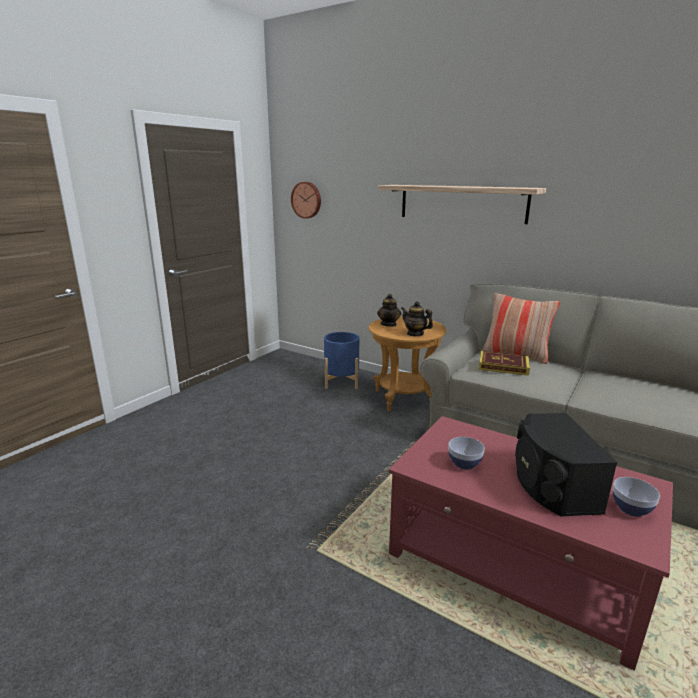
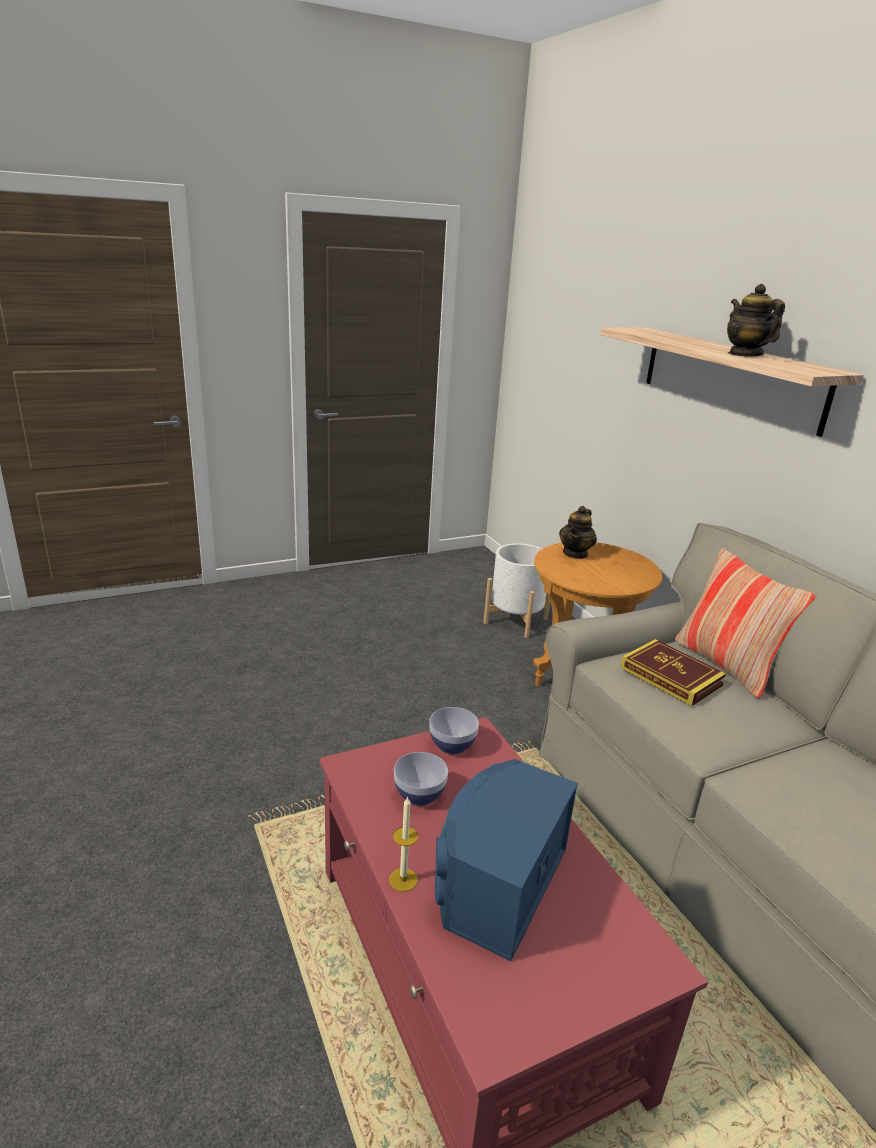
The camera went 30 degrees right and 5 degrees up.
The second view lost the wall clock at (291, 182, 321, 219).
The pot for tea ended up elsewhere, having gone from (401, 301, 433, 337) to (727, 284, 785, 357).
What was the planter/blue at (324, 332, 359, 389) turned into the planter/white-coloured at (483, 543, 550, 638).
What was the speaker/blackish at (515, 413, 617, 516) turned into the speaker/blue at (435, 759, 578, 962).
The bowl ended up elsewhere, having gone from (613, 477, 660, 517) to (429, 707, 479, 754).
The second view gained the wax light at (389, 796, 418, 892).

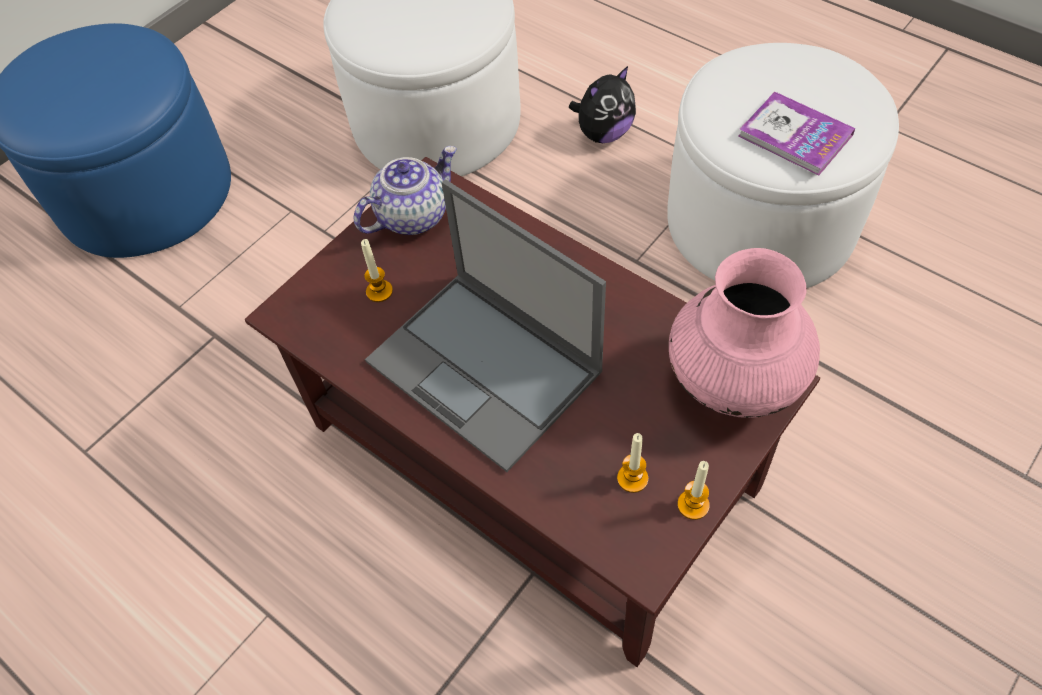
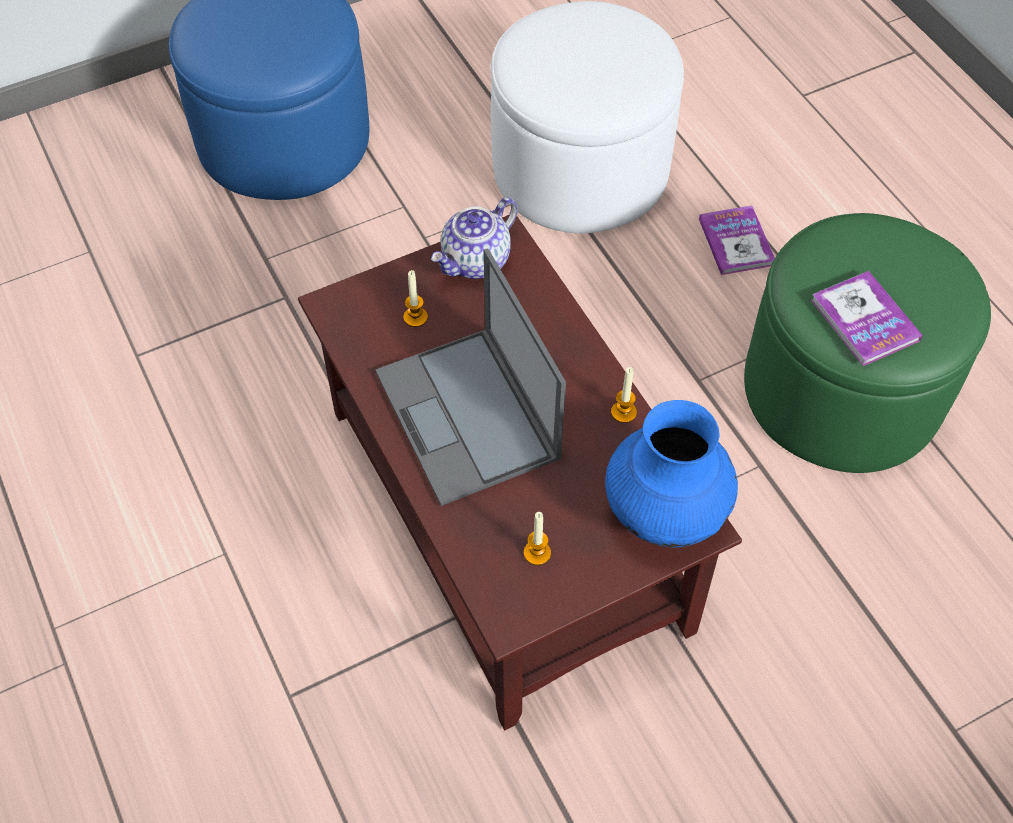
The camera went 20 degrees right and 0 degrees up.
What was the footrest/white-coloured at (667, 43, 899, 288) turned into the footrest/green at (744, 213, 991, 473).
Where the soft toy stood at (569, 66, 636, 143), the volume came to stand at (699, 205, 775, 275).
The pot for tea at (354, 146, 457, 235) ended up facing another way, 150 degrees clockwise from before.
What was the vase/pink-coloured at (669, 248, 820, 418) turned into the vase/blue at (605, 400, 738, 547).
The wax light ended up elsewhere, having gone from (677, 461, 710, 520) to (611, 367, 637, 423).

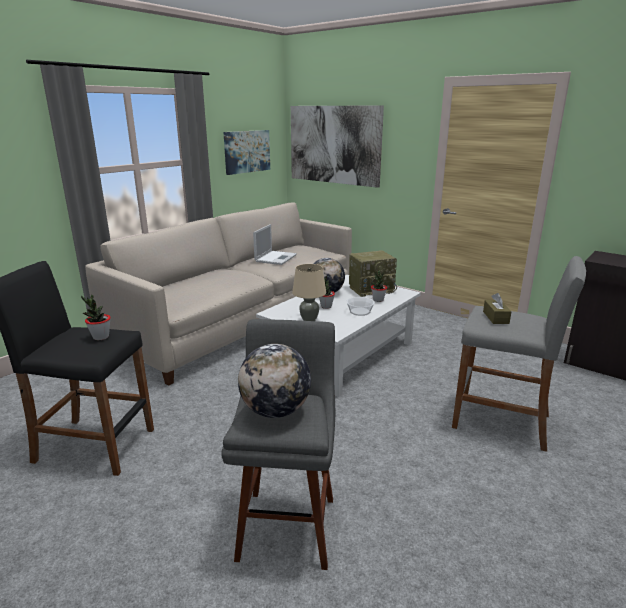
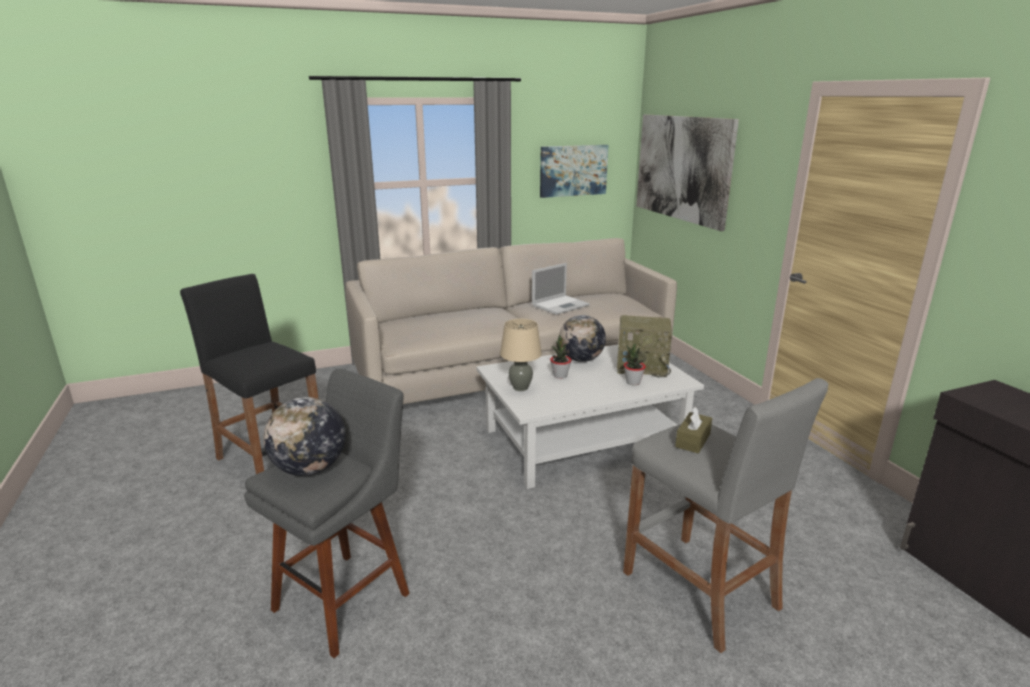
The camera went 30 degrees right and 0 degrees up.
The second view lost the potted plant at (81, 295, 111, 340).
The second view lost the bowl at (346, 297, 375, 316).

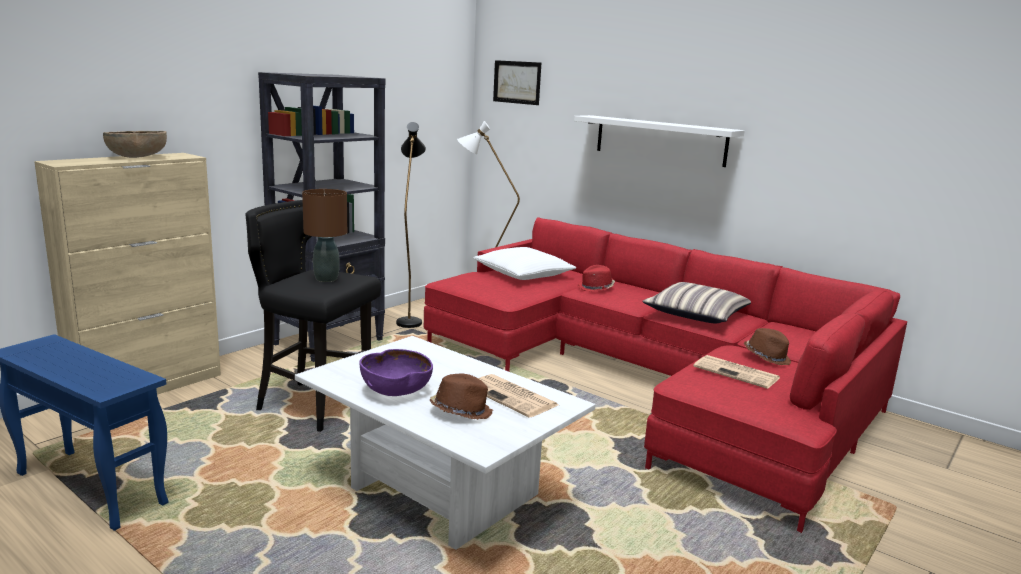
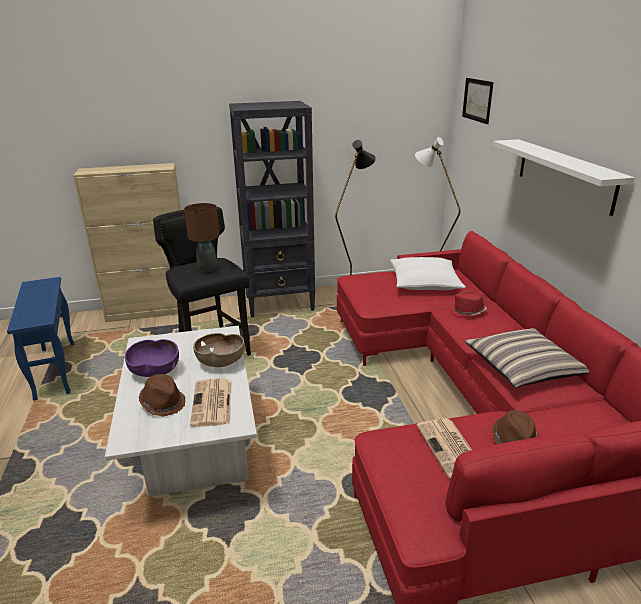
The camera went 40 degrees right and 10 degrees up.
The bowl/brown ended up elsewhere, having gone from (103, 131, 167, 158) to (193, 333, 245, 367).

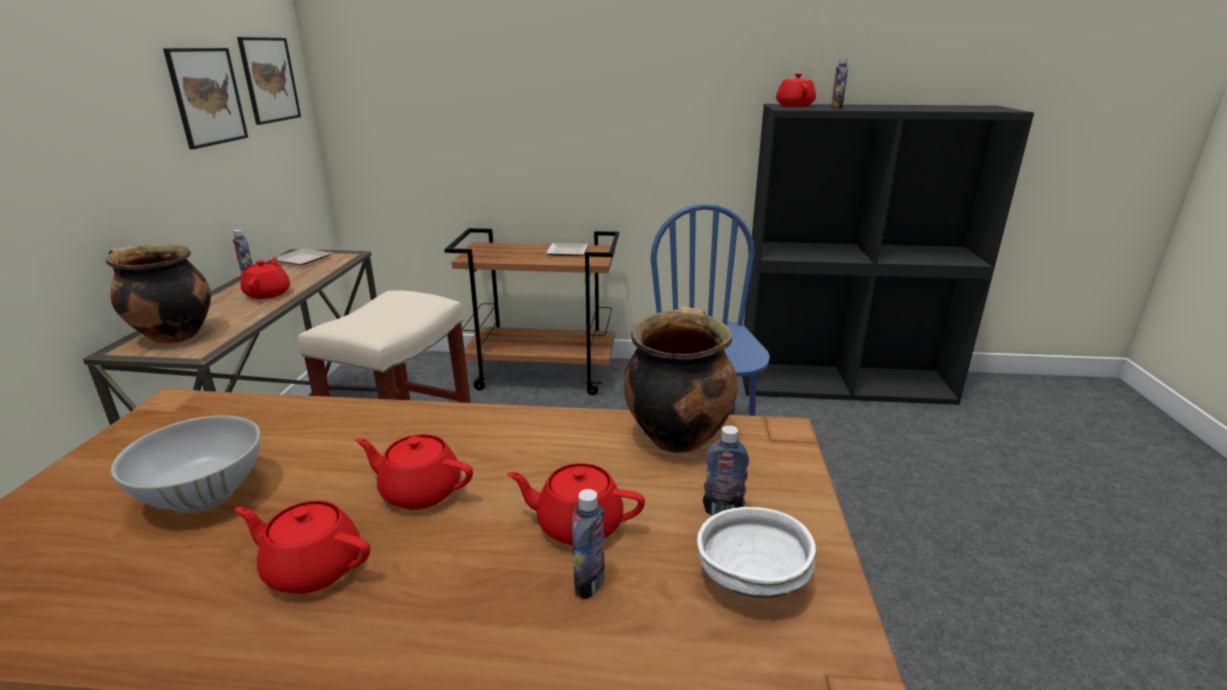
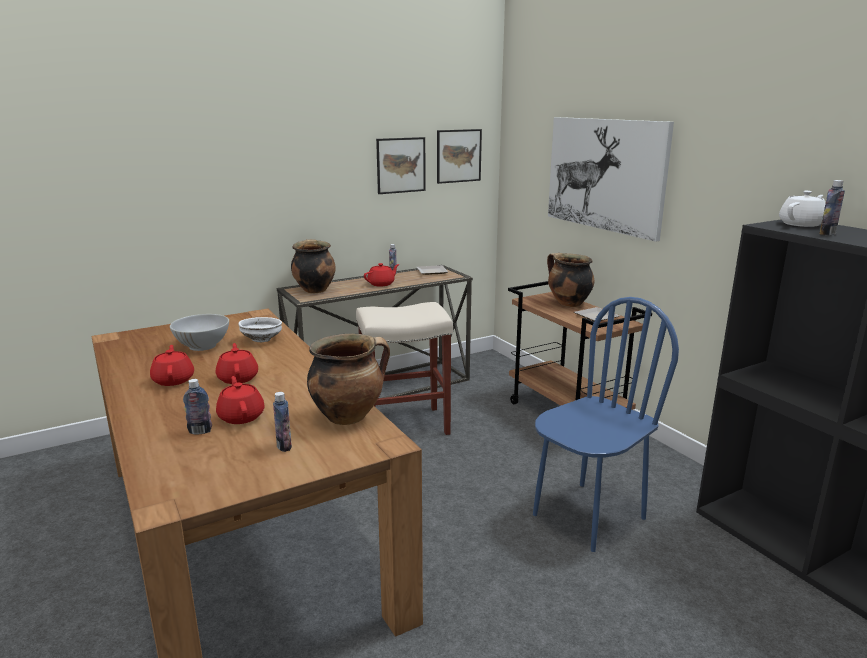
The camera went 55 degrees right and 5 degrees down.
What was the pot for tea/red at (776, 73, 816, 107) turned into the pot for tea/white-coloured at (779, 191, 826, 227).
The bowl/white-coloured ended up elsewhere, having gone from (697, 507, 816, 598) to (239, 317, 282, 342).
The second view gained the wall picture at (548, 117, 674, 242).
The second view gained the stockpot at (547, 253, 594, 307).

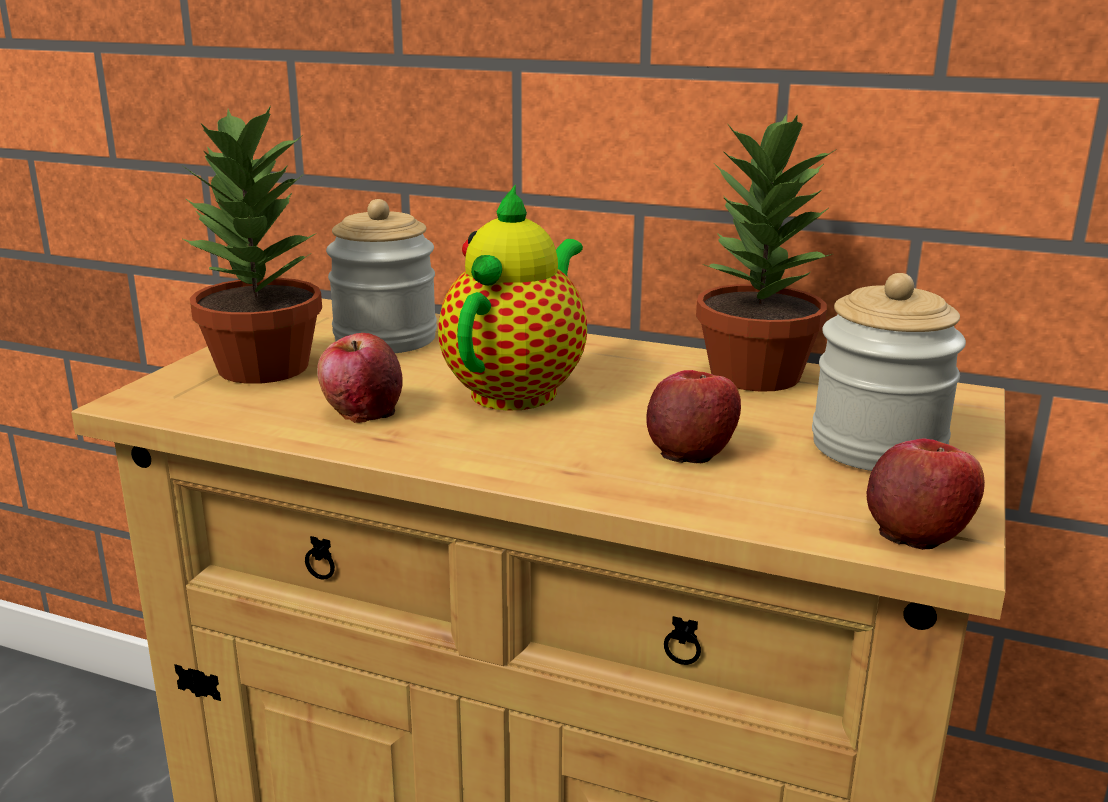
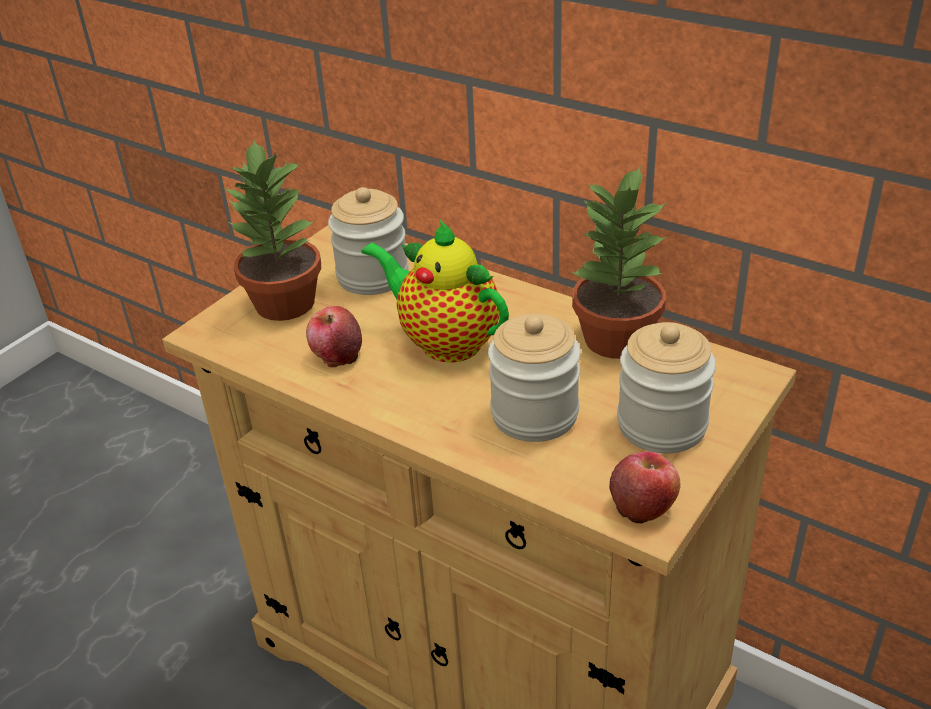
The camera went 15 degrees right and 15 degrees up.
The pot for tea at (438, 184, 587, 411) ended up facing another way, 90 degrees counterclockwise from before.
Where the apple stood at (646, 370, 741, 463), the preserve jar came to stand at (488, 313, 581, 442).

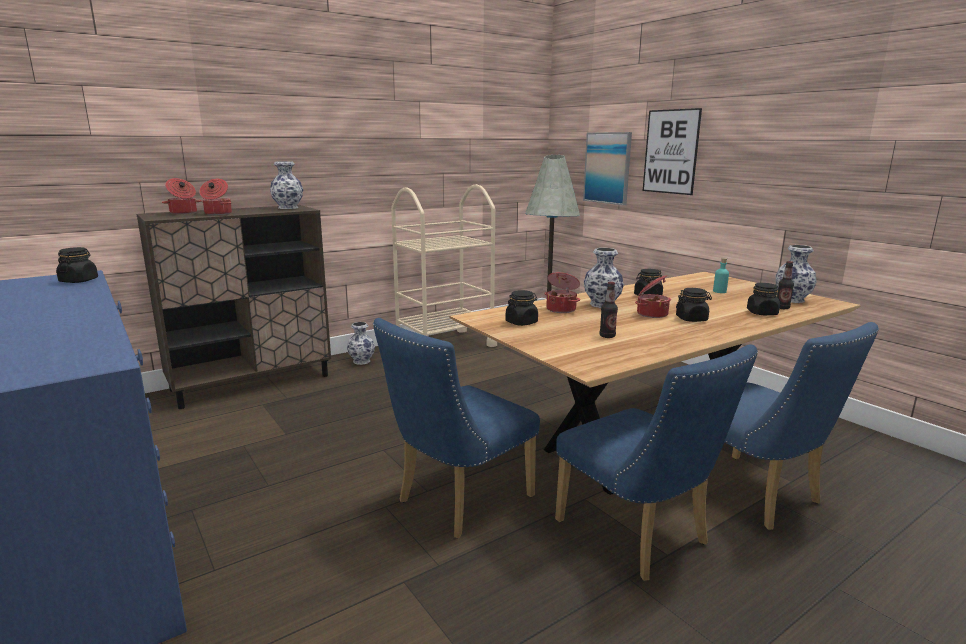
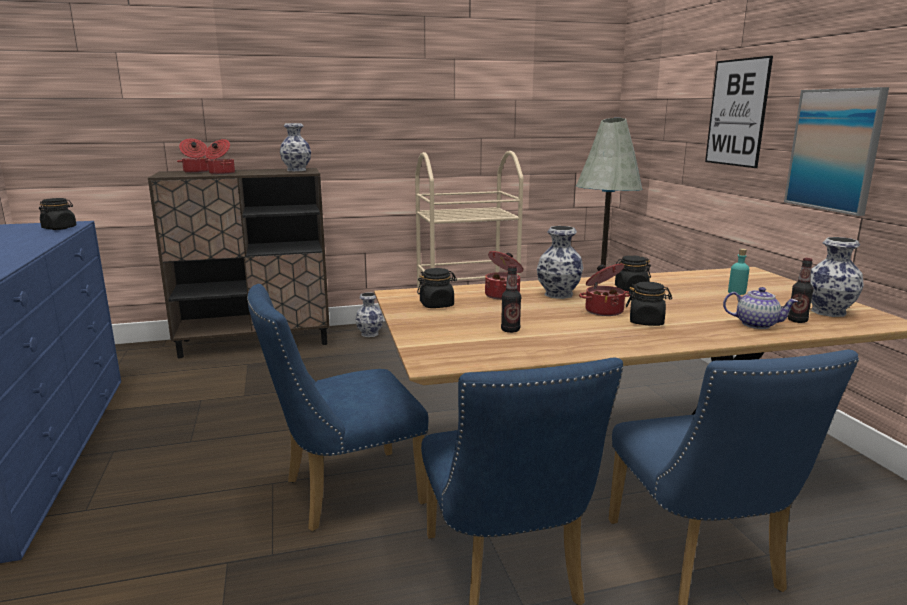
The camera went 20 degrees right and 0 degrees up.
The wall picture ended up elsewhere, having gone from (583, 132, 632, 205) to (784, 87, 889, 216).
Where the preserve jar/blackish stood at (747, 283, 780, 315), the pot for tea came to stand at (723, 287, 798, 329).

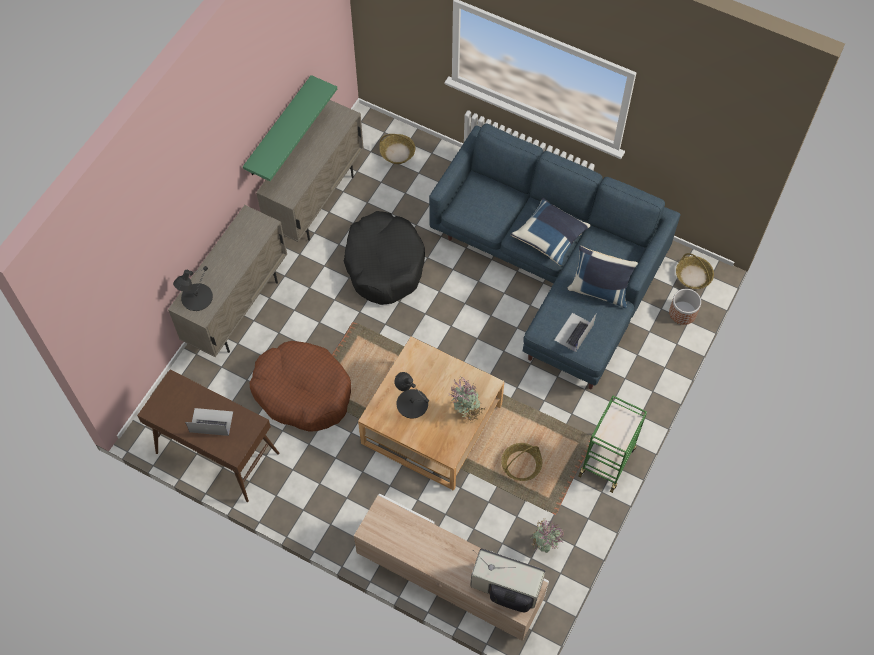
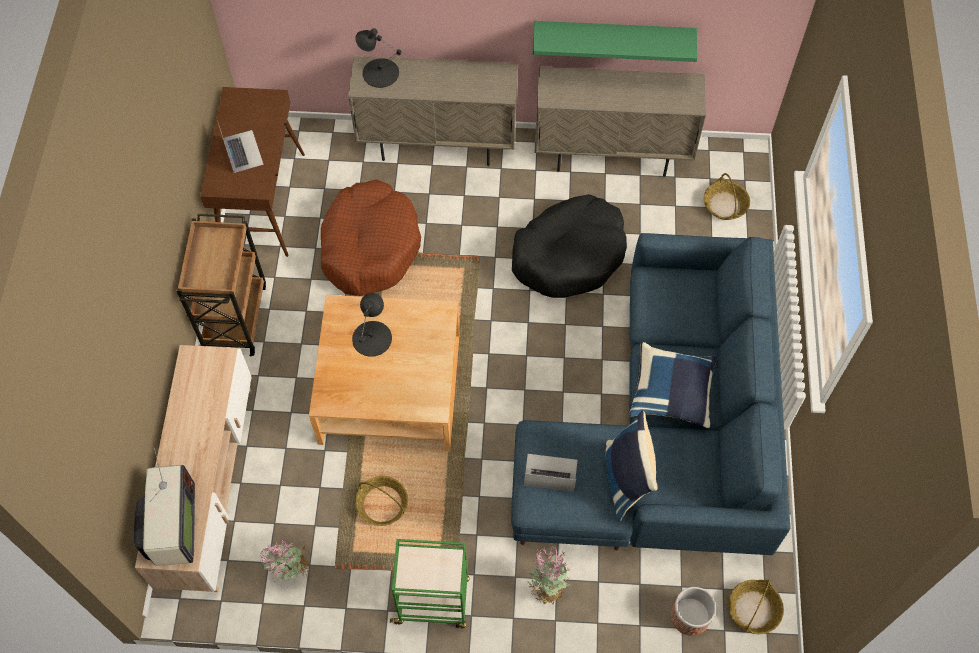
The camera went 65 degrees right and 0 degrees up.
The potted plant ended up elsewhere, having gone from (449, 377, 485, 423) to (527, 545, 570, 605).
The second view gained the cart/brown at (176, 214, 266, 356).

